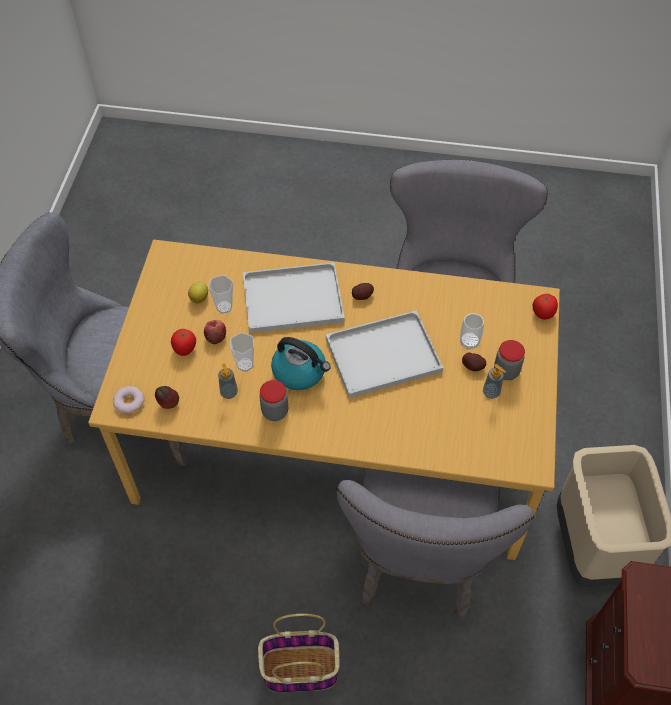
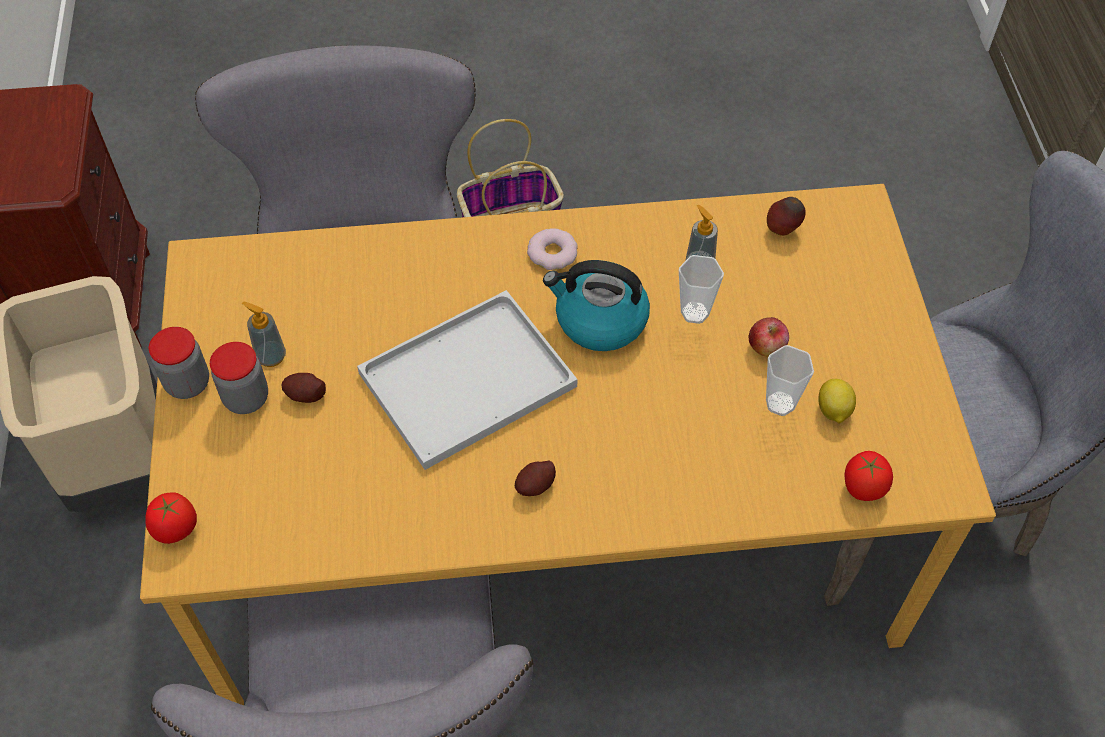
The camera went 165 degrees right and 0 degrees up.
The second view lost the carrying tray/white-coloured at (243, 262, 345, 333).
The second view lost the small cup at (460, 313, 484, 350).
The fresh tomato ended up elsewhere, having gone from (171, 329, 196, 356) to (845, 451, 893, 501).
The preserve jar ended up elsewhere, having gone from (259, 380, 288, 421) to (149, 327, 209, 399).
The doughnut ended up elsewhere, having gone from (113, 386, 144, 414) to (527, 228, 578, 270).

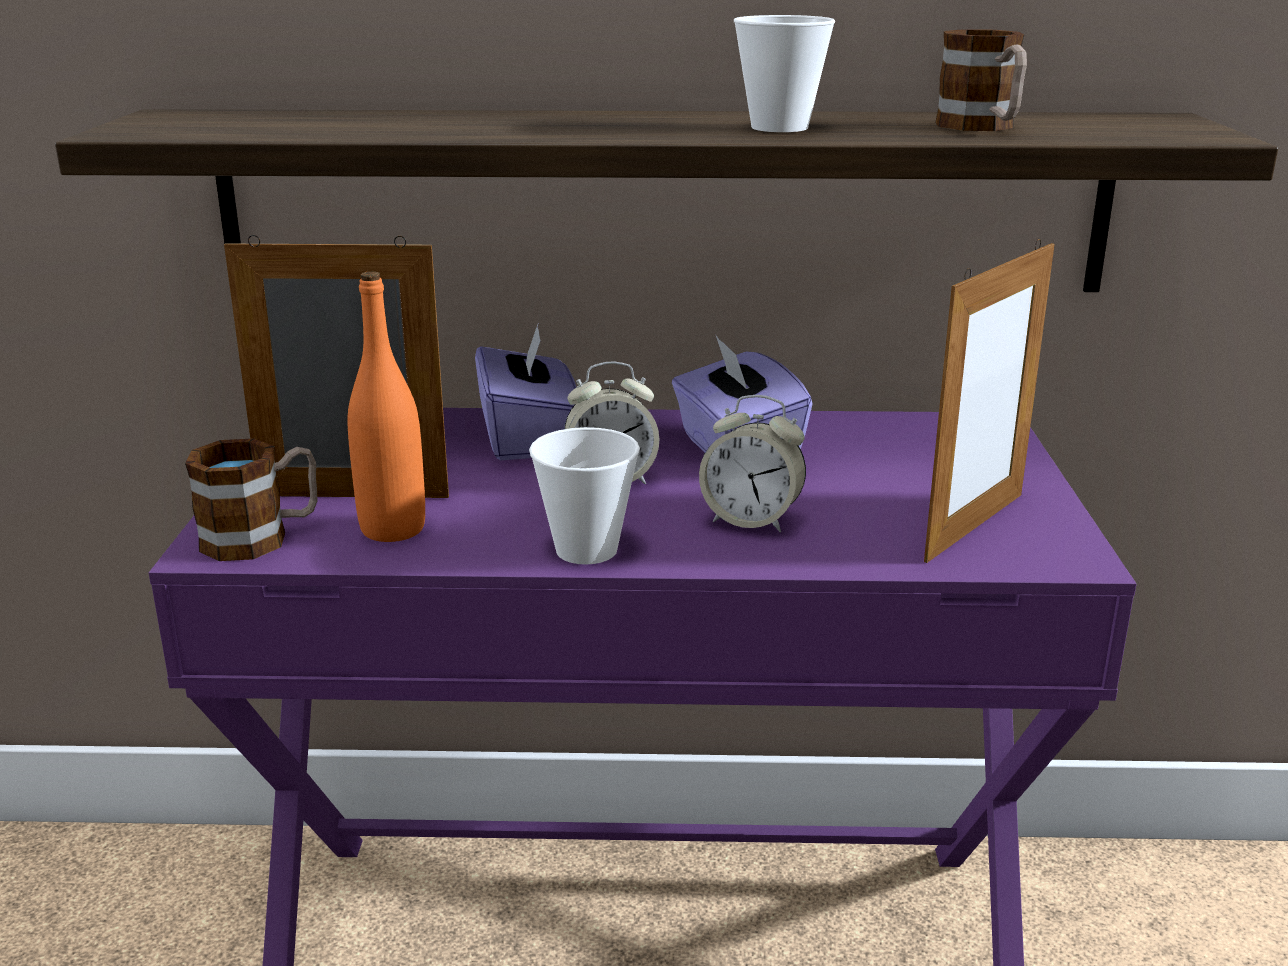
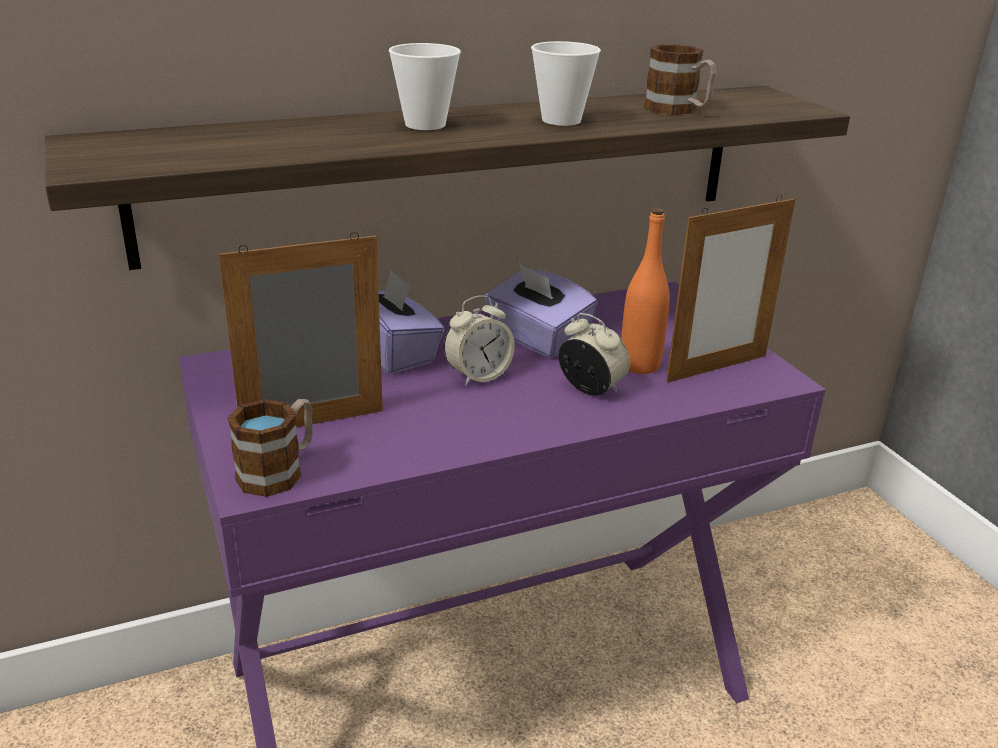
The camera went 25 degrees left and 5 degrees up.
The standing frame at (924, 239, 1055, 563) ended up facing another way, 45 degrees clockwise from before.
The beverage bottle/orange ended up elsewhere, having gone from (348, 271, 425, 542) to (621, 208, 670, 374).
The table clock at (699, 395, 806, 532) ended up facing another way, 135 degrees counterclockwise from before.
The small cup ended up elsewhere, having gone from (529, 427, 640, 565) to (389, 43, 461, 130).

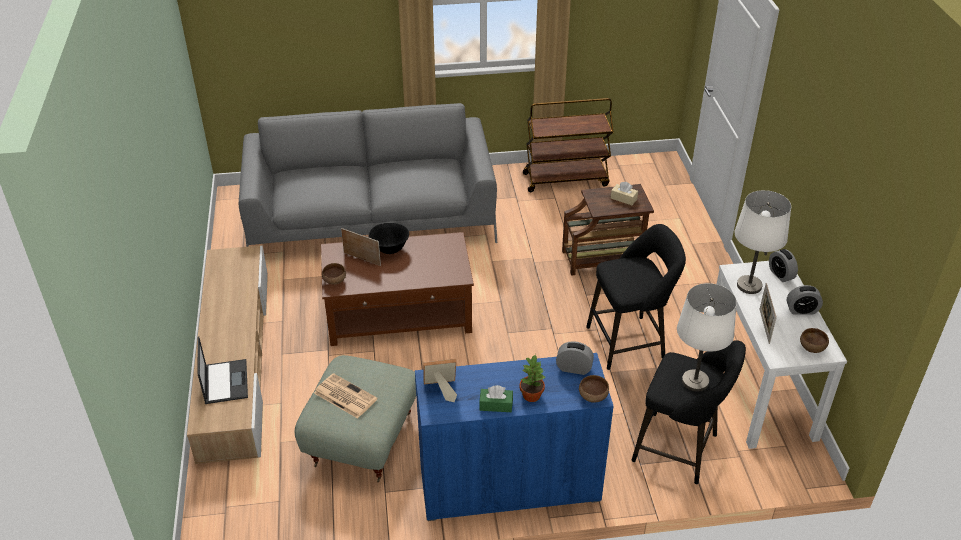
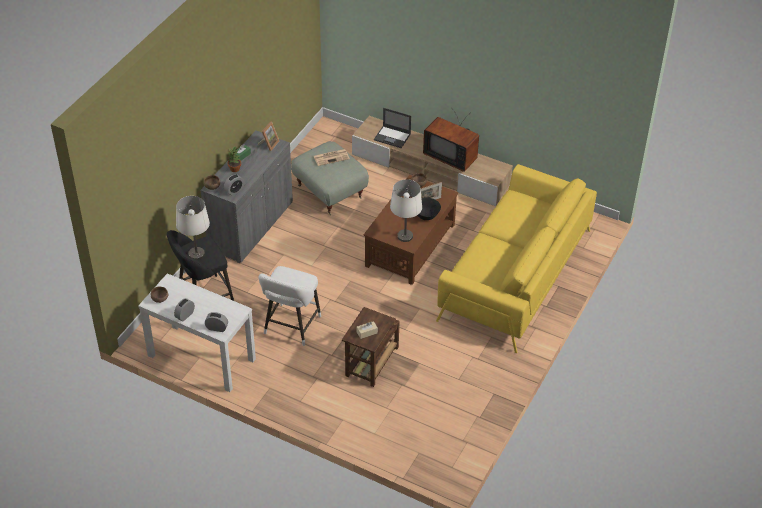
The camera went 125 degrees right and 5 degrees up.
The second view lost the cart/brown at (523, 98, 613, 192).
What was the couch/gray at (239, 103, 497, 247) turned into the couch/yellowish at (436, 164, 597, 353).
The tabletop lamp/white-coloured ended up elsewhere, having gone from (735, 190, 791, 294) to (390, 179, 422, 242).
What was the sitting stool/blackish at (586, 224, 686, 370) turned into the sitting stool/white-coloured at (258, 266, 321, 346).
The second view lost the standing frame at (759, 283, 777, 344).
What was the cupboard/blue at (415, 353, 614, 521) turned into the cupboard/gray at (200, 130, 293, 263).
The second view gained the television at (423, 107, 479, 172).

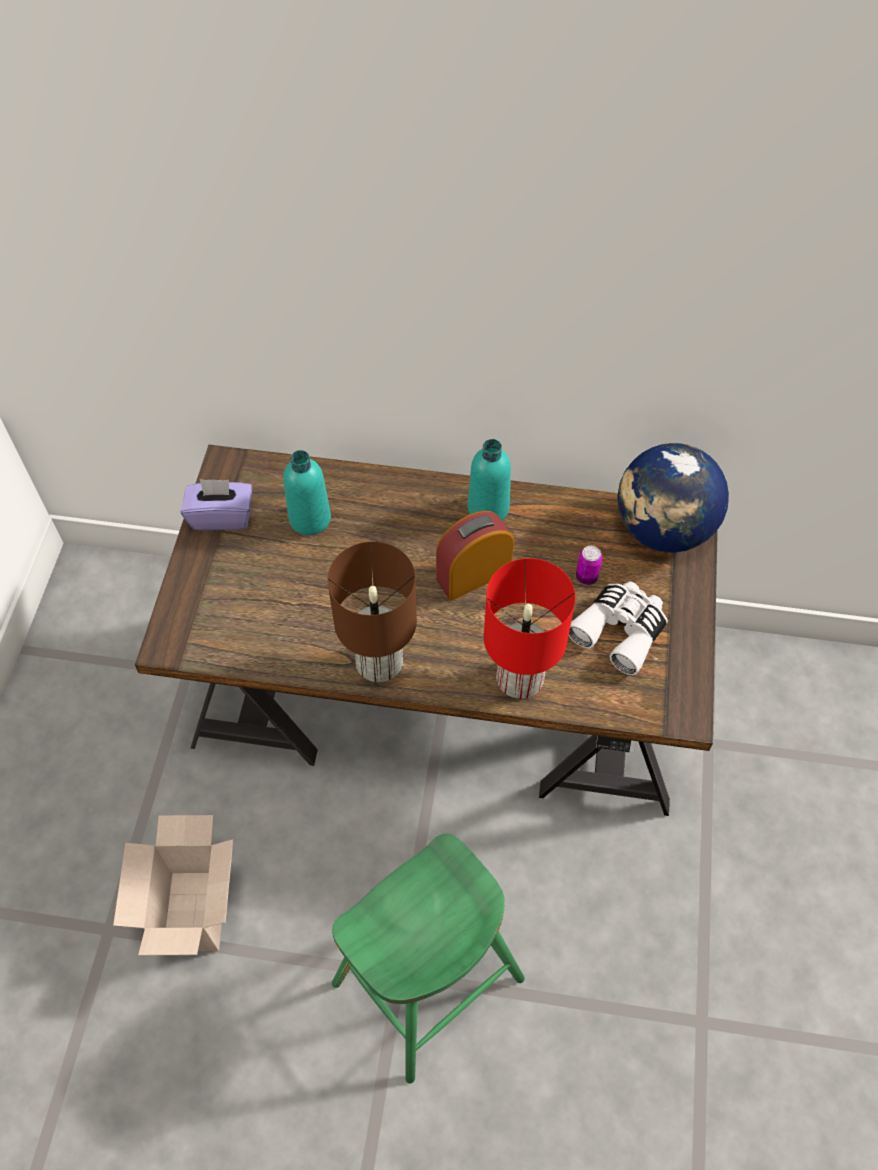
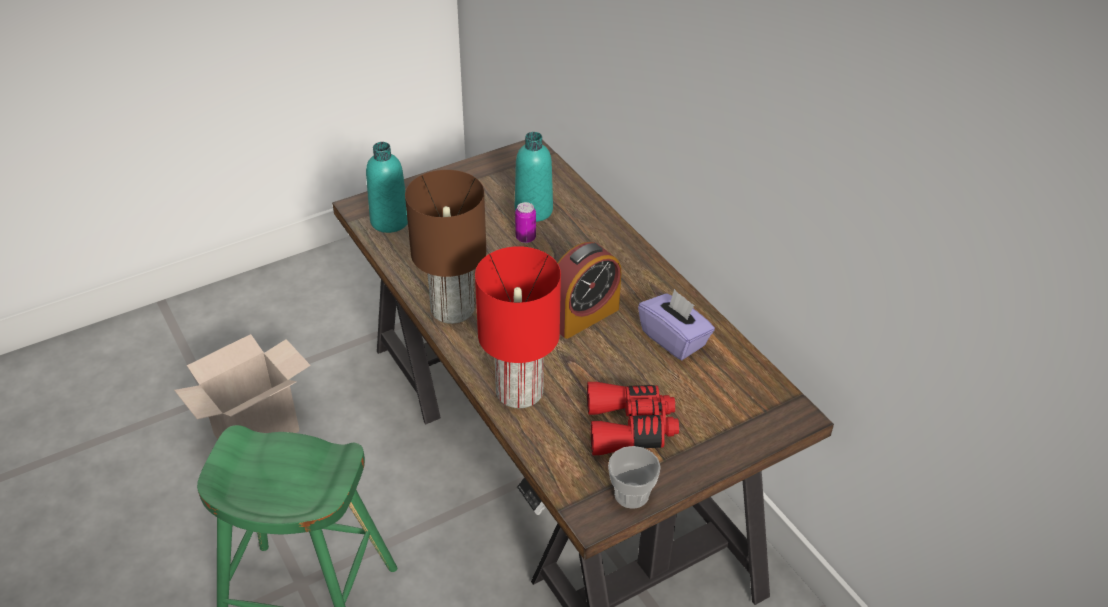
The camera went 50 degrees right and 15 degrees down.
The beverage bottle/blue-green ended up elsewhere, having gone from (468, 439, 511, 521) to (366, 142, 408, 233).
The second view lost the globe at (618, 443, 729, 552).
The tissue box/purplish ended up elsewhere, having gone from (180, 479, 252, 530) to (638, 289, 715, 360).
The table clock at (436, 511, 514, 601) ended up facing another way, 120 degrees clockwise from before.
The can ended up elsewhere, having gone from (576, 545, 603, 585) to (515, 202, 536, 243).
What was the field glasses/white-coloured at (569, 581, 668, 675) turned into the field glasses/red at (587, 382, 679, 455).
The second view gained the small cup at (608, 446, 661, 509).

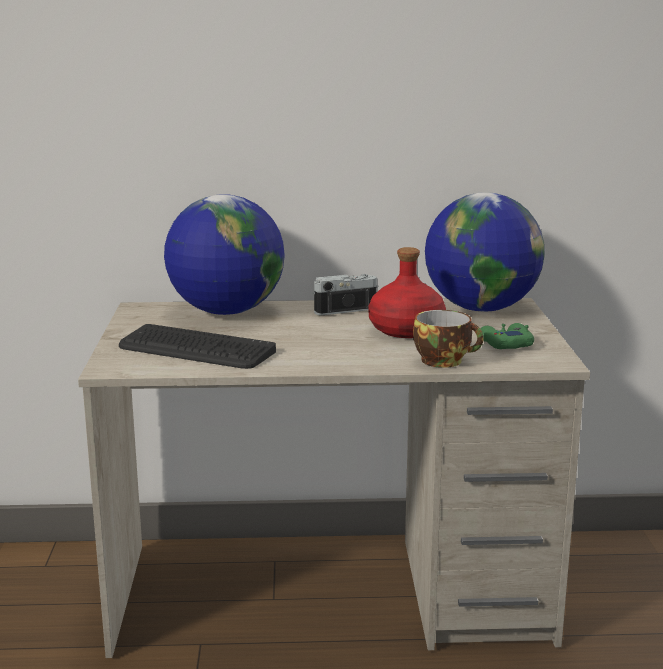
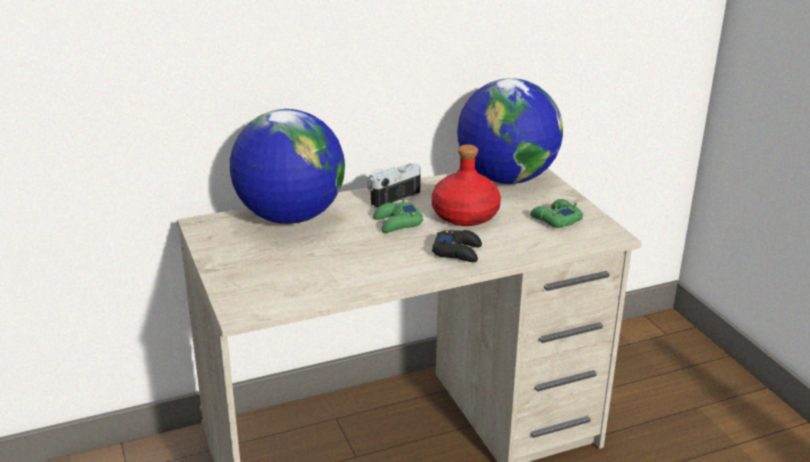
The camera went 20 degrees left and 10 degrees up.
The second view lost the small cup at (413, 310, 484, 368).
The second view lost the computer keyboard at (119, 324, 276, 369).
The second view gained the gamepad/green at (373, 198, 423, 233).
The second view gained the gamepad/blackish at (432, 230, 482, 262).

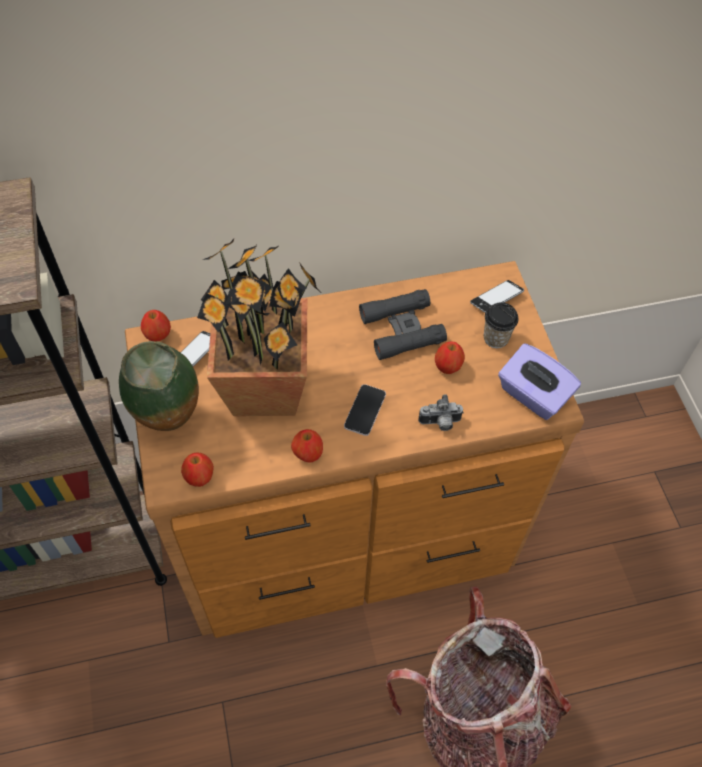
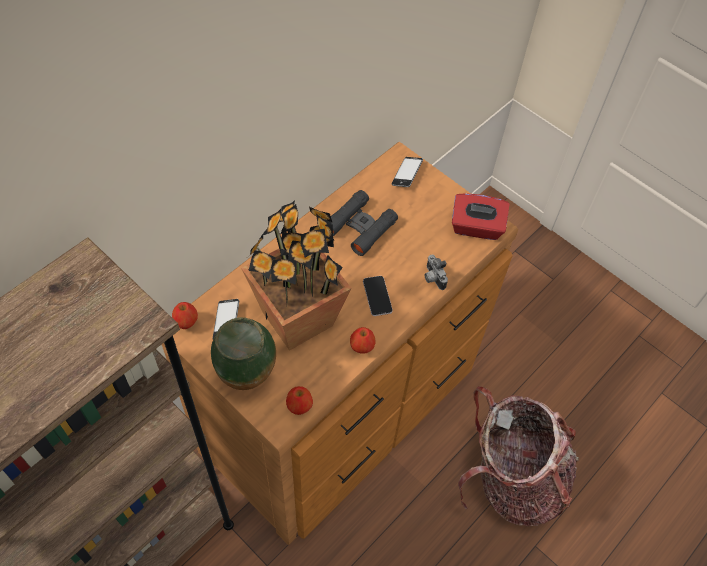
The camera went 35 degrees left and 0 degrees up.
The second view lost the small cup at (484, 302, 518, 348).
The second view lost the apple at (435, 341, 465, 374).
What was the tissue box/purplish at (498, 343, 581, 420) turned into the tissue box/red at (452, 193, 510, 240).
The photo camera at (418, 394, 464, 431) ended up facing another way, 105 degrees clockwise from before.

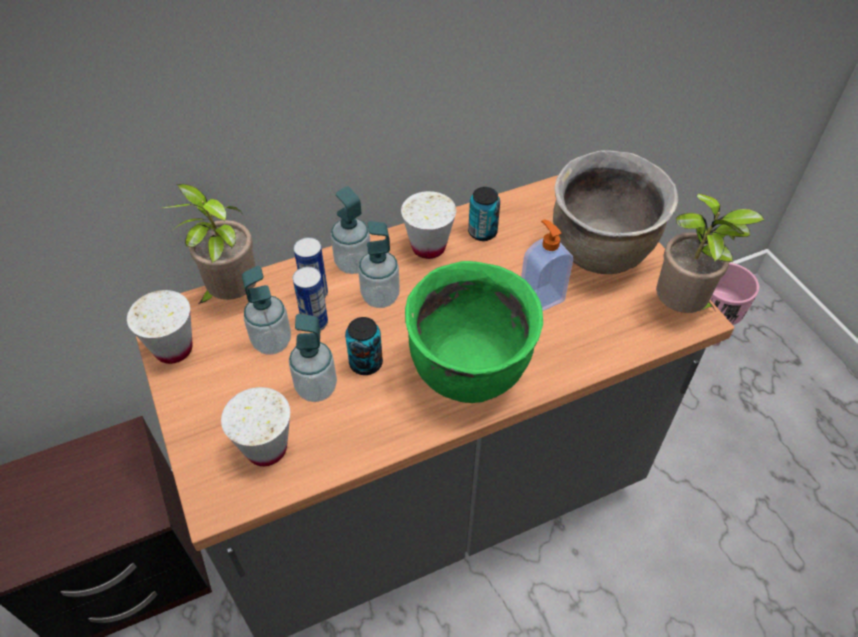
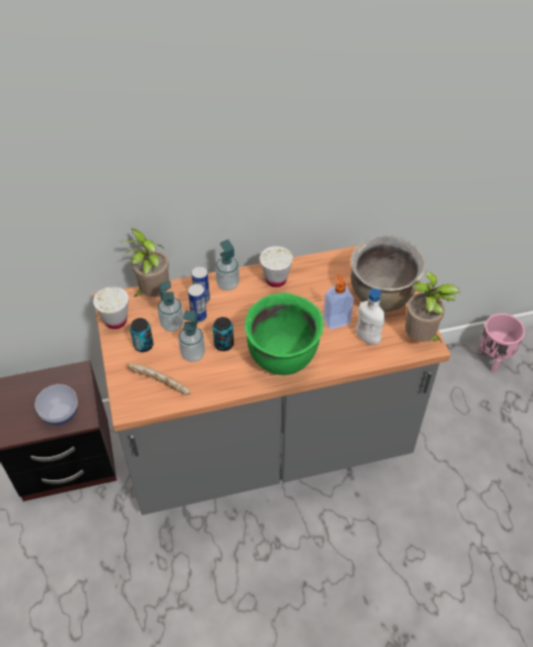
The camera went 10 degrees right and 0 degrees up.
The can ended up elsewhere, having gone from (468, 187, 500, 241) to (130, 318, 153, 352).
The second view lost the liquid soap bottle at (358, 221, 400, 308).
Where the small cup/white-coloured stood at (221, 387, 290, 466), the baked bread came to stand at (128, 362, 191, 395).
The second view gained the beverage bottle/white-coloured at (356, 288, 385, 345).
The second view gained the bowl at (35, 384, 78, 425).

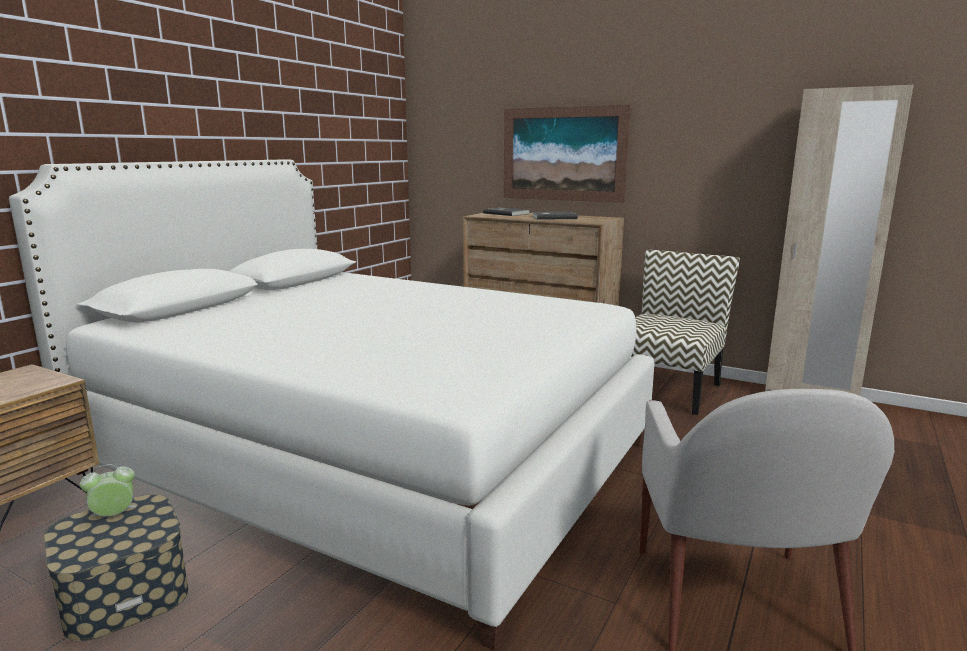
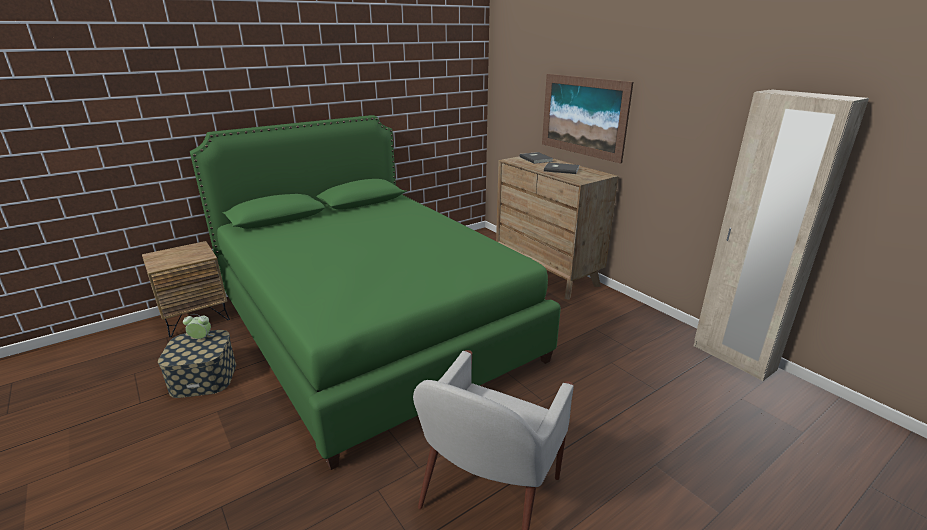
The camera went 25 degrees right and 10 degrees up.
What was the sleeping bed/white-coloured at (9, 159, 655, 650) turned into the sleeping bed/green at (190, 115, 561, 470).
The second view lost the chair at (631, 250, 740, 415).

